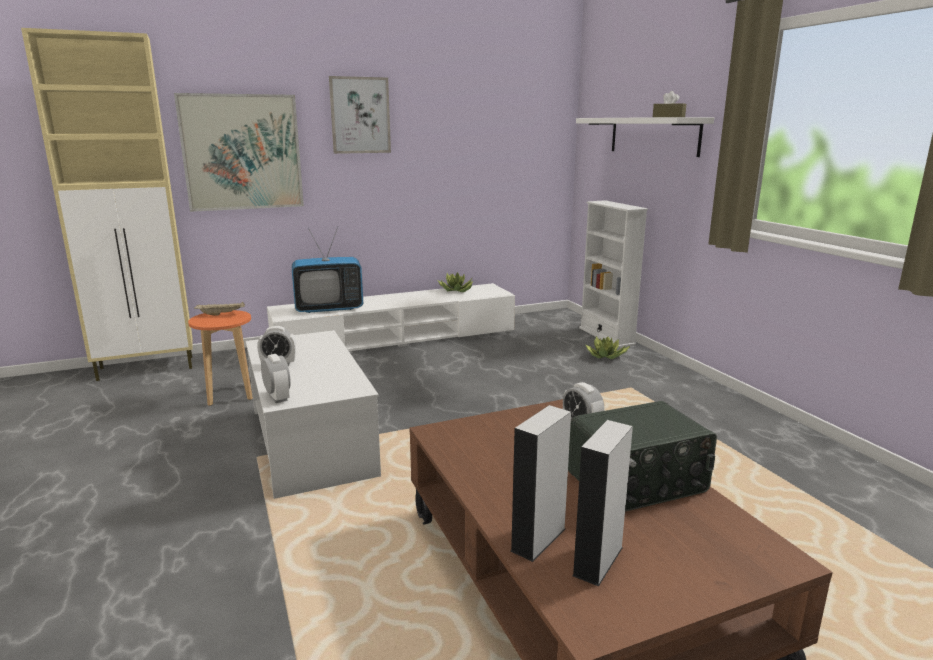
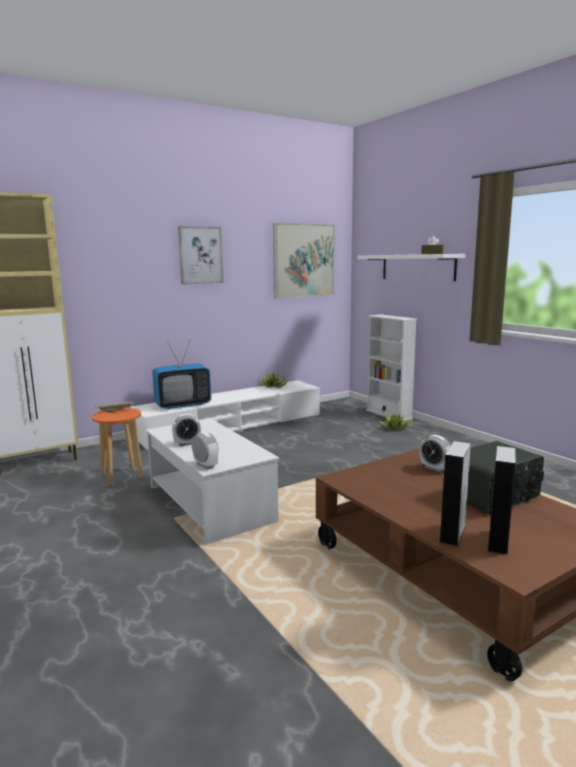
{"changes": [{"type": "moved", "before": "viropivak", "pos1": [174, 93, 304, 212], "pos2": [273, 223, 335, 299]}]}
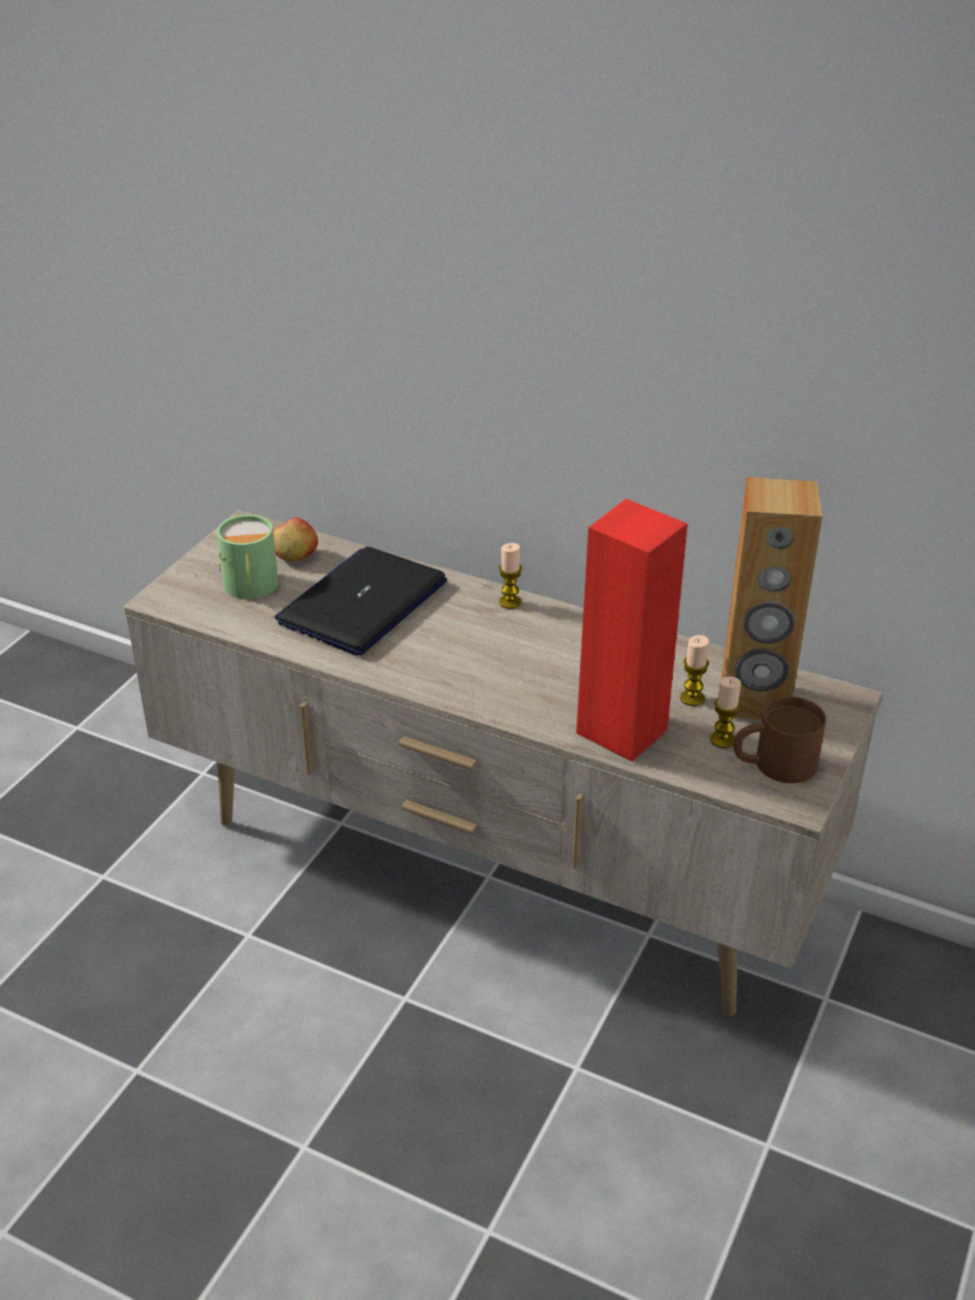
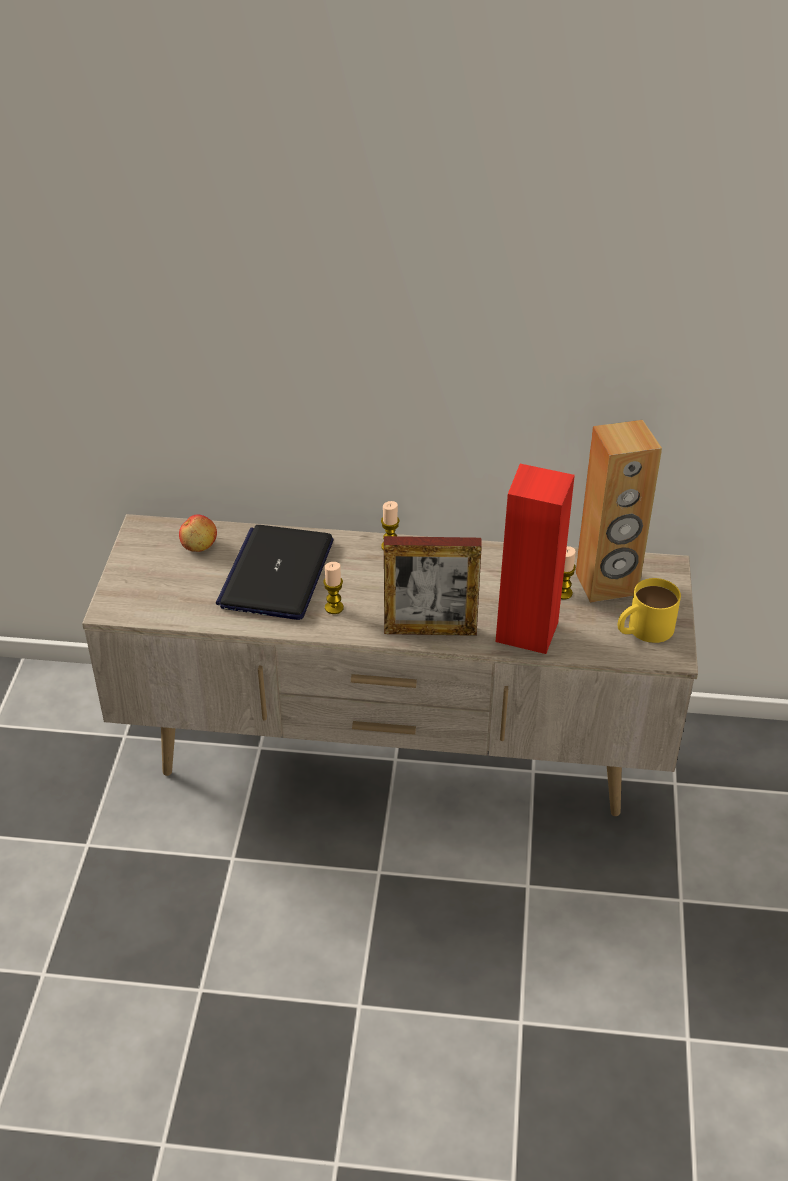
{"changes": [{"type": "removed", "before": "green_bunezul", "pos1": [217, 515, 278, 599]}, {"type": "added", "after": "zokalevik", "pos2": [384, 536, 482, 636]}, {"type": "moved", "before": "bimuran", "pos1": [710, 676, 741, 748], "pos2": [323, 562, 344, 614]}, {"type": "recoloured", "before": "brown_bunezul", "after": "yellow_bunezul", "pos1": [733, 696, 826, 783], "pos2": [617, 578, 681, 643]}]}
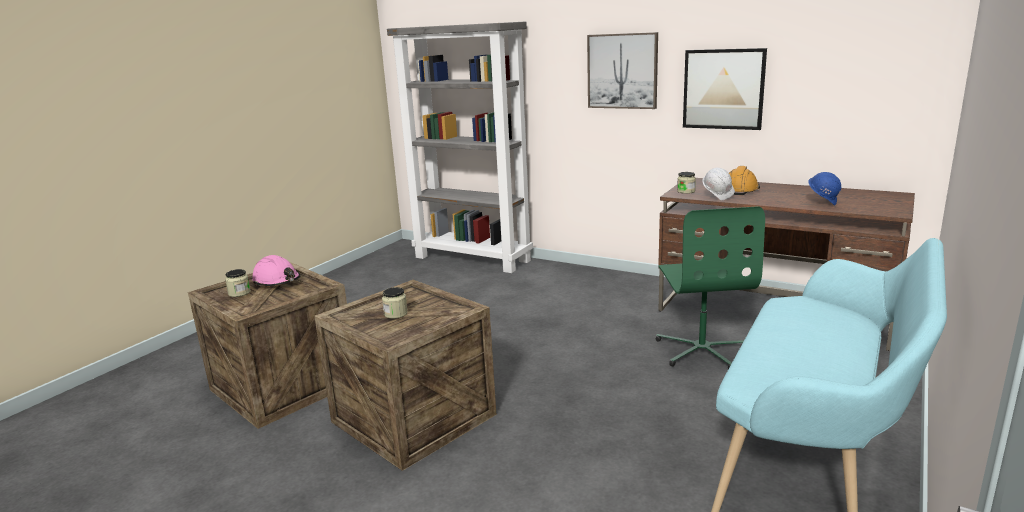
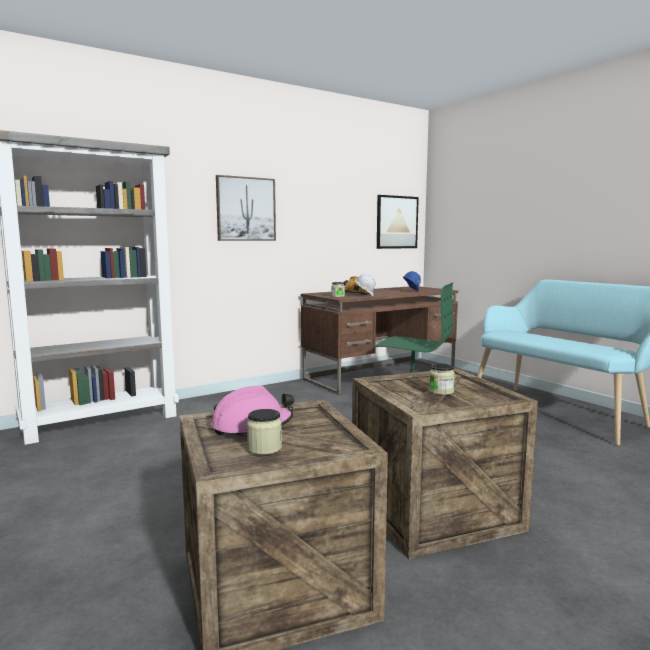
{"changes": [{"type": "moved", "before": "viropivak", "pos1": [683, 48, 767, 130], "pos2": [377, 195, 419, 249]}]}
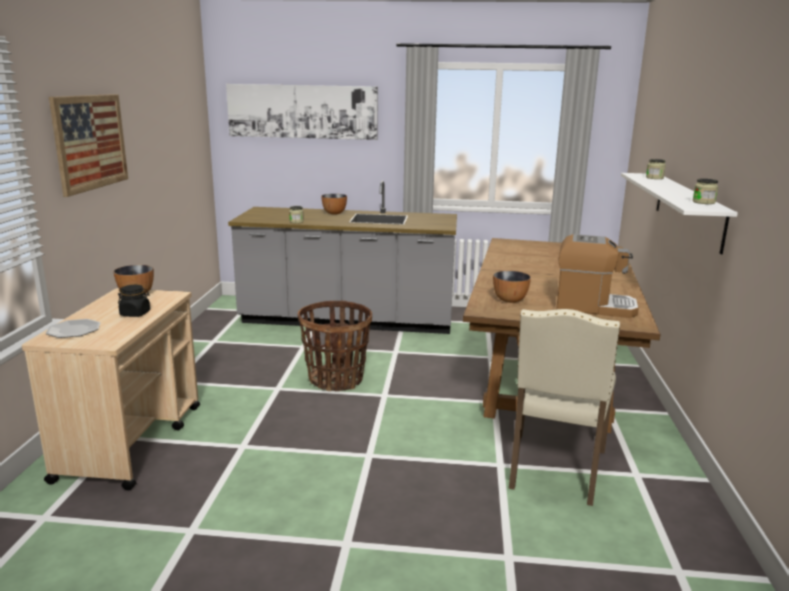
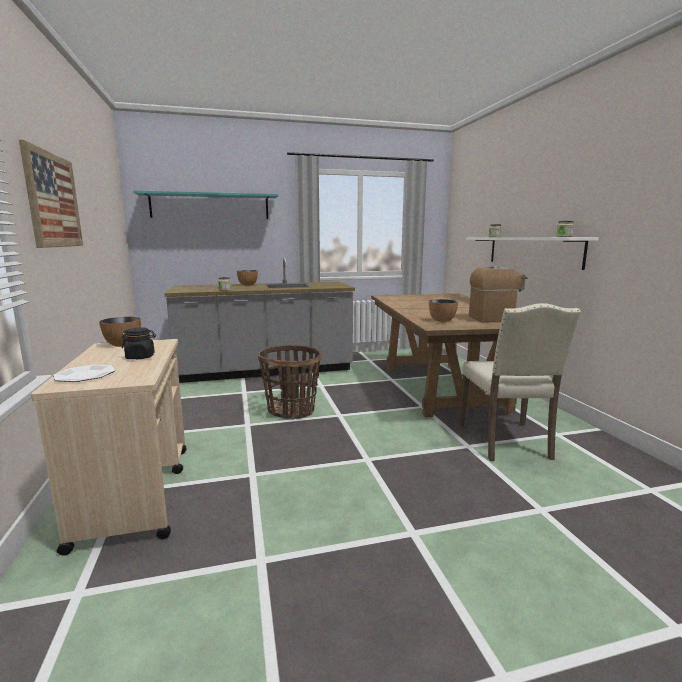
{"changes": [{"type": "replaced", "before": "viropivak", "after": "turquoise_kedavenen", "pos1": [226, 84, 378, 140], "pos2": [133, 190, 278, 219]}]}
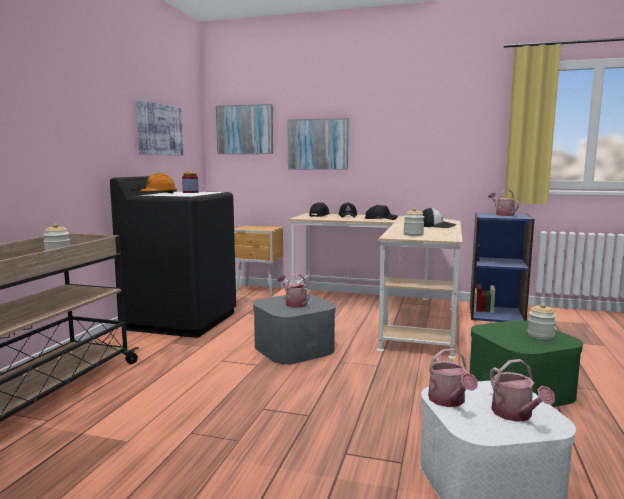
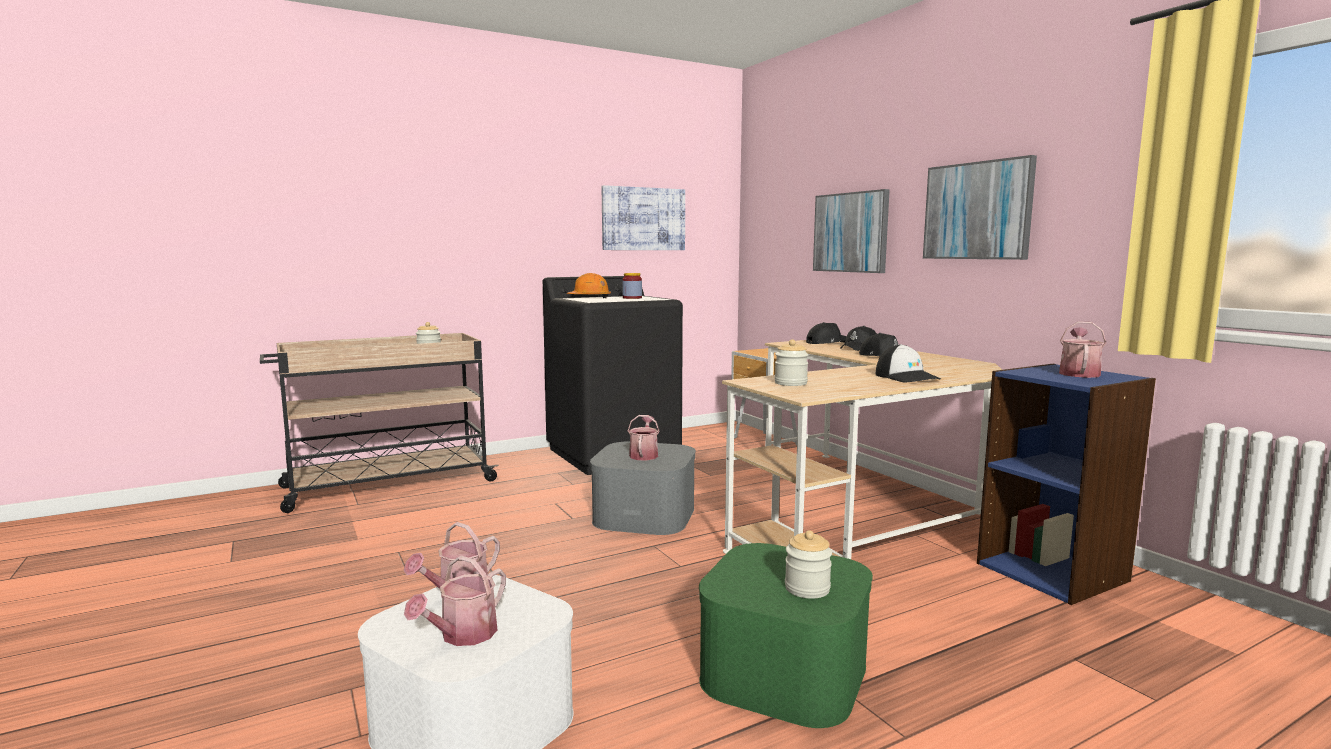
{"changes": [{"type": "moved", "before": "viropivak", "pos1": [216, 104, 273, 154], "pos2": [923, 155, 1037, 260]}]}
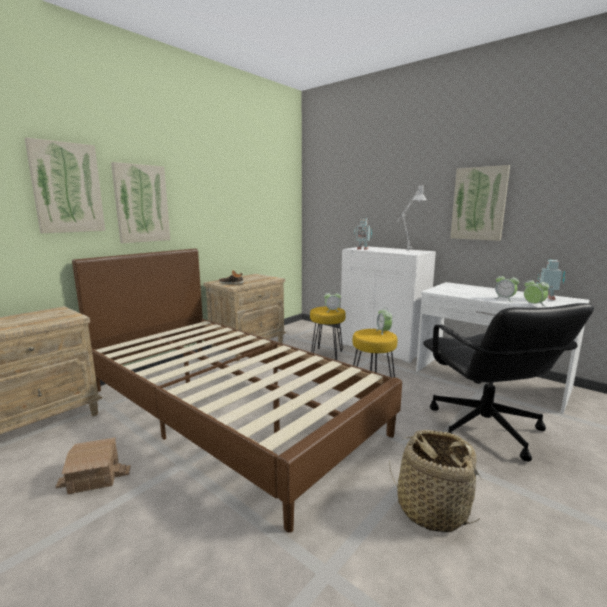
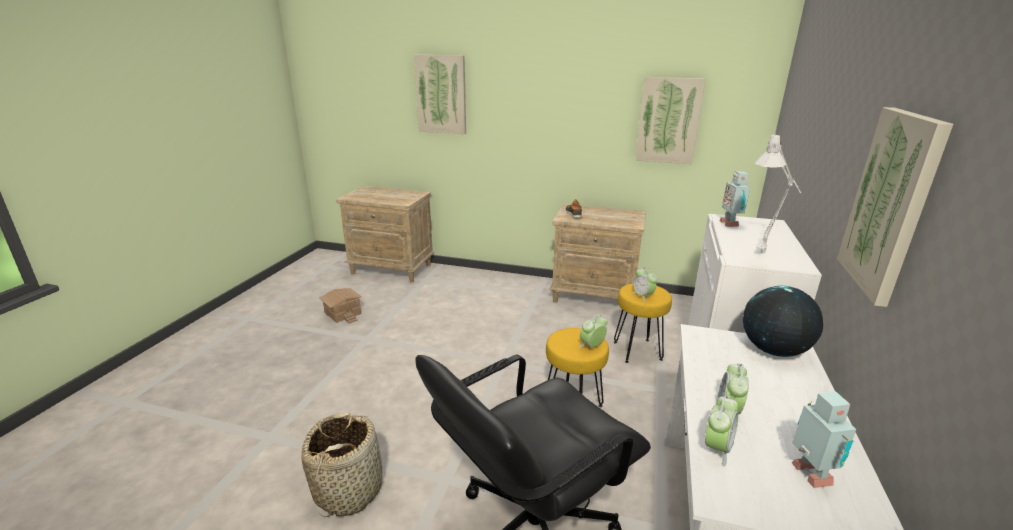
{"changes": [{"type": "removed", "before": "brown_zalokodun", "pos1": [72, 249, 402, 532]}, {"type": "added", "after": "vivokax", "pos2": [743, 286, 823, 357]}, {"type": "moved", "before": "viropivak", "pos1": [111, 162, 170, 243], "pos2": [635, 77, 705, 164]}]}
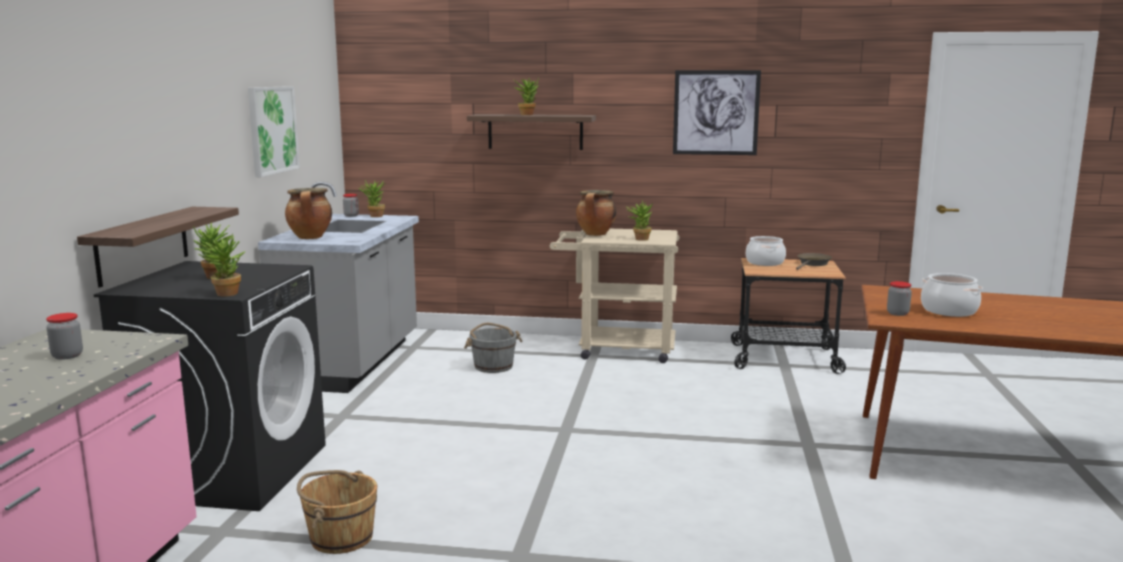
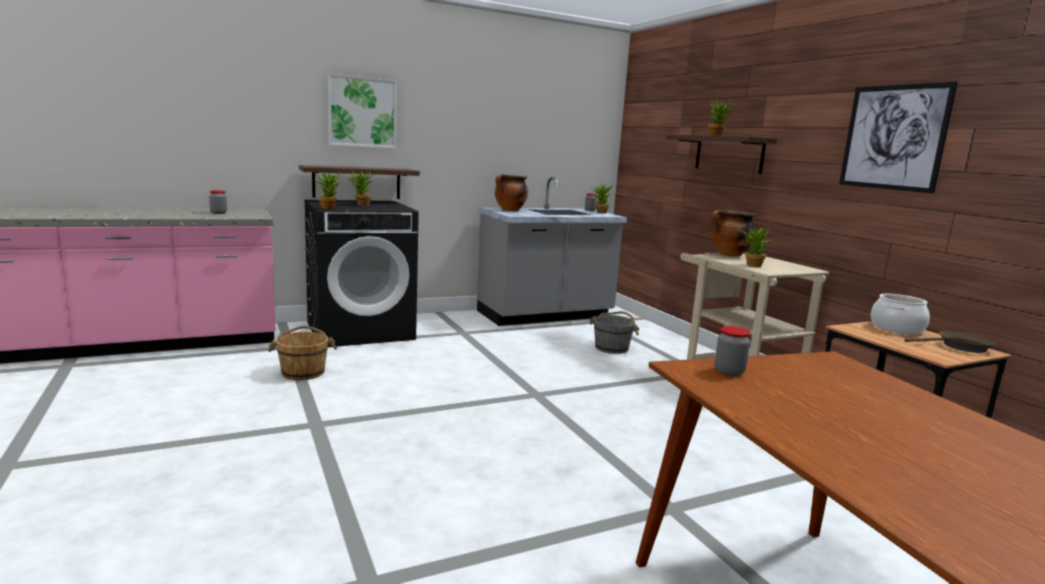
{"changes": [{"type": "removed", "before": "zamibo", "pos1": [921, 273, 983, 317]}, {"type": "moved", "before": "viropivak", "pos1": [248, 86, 300, 177], "pos2": [327, 74, 397, 148]}]}
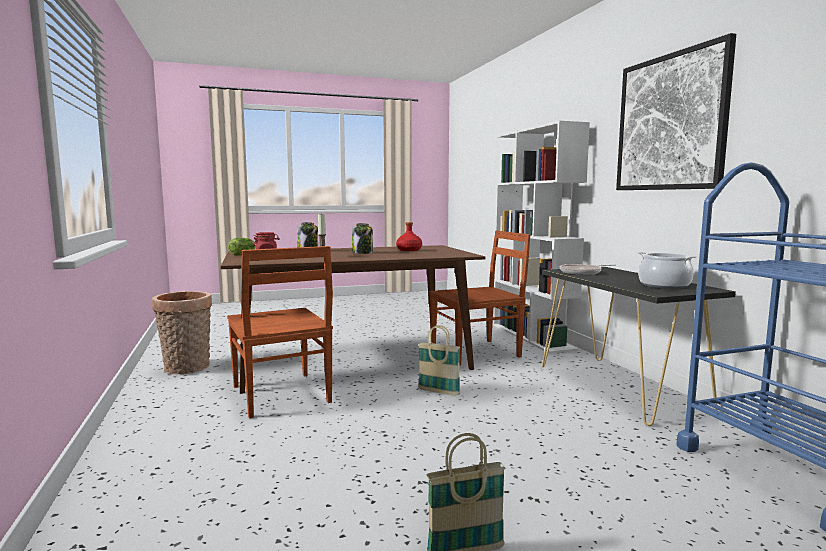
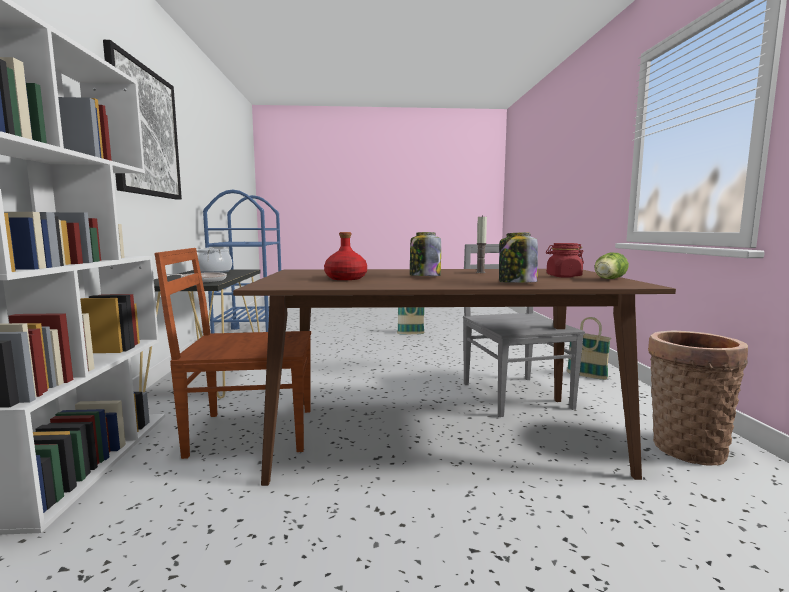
{"changes": [{"type": "moved", "before": "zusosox", "pos1": [418, 325, 461, 396], "pos2": [567, 317, 612, 380]}, {"type": "recoloured", "before": "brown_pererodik", "after": "grey_pererodik", "pos1": [227, 246, 333, 418], "pos2": [463, 244, 585, 417]}]}
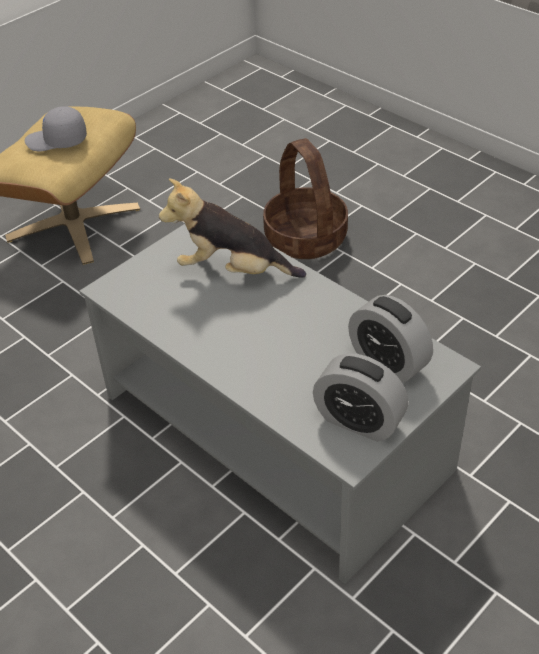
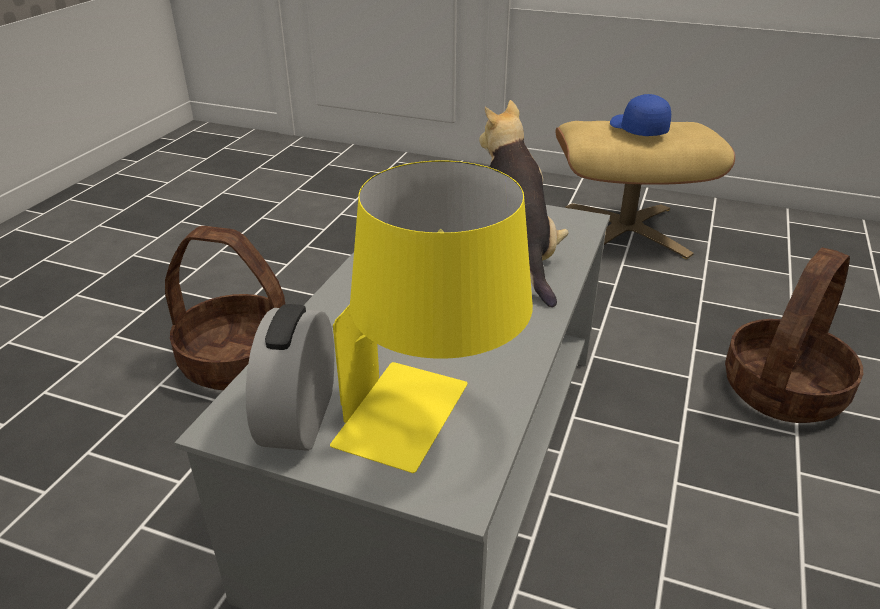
{"changes": [{"type": "added", "after": "zusosox", "pos2": [165, 226, 285, 390]}, {"type": "replaced", "before": "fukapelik", "after": "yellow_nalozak", "pos1": [348, 295, 433, 383], "pos2": [330, 161, 533, 473]}, {"type": "recoloured", "before": "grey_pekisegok", "after": "blue_pekisegok", "pos1": [25, 106, 87, 151], "pos2": [610, 94, 671, 136]}]}
